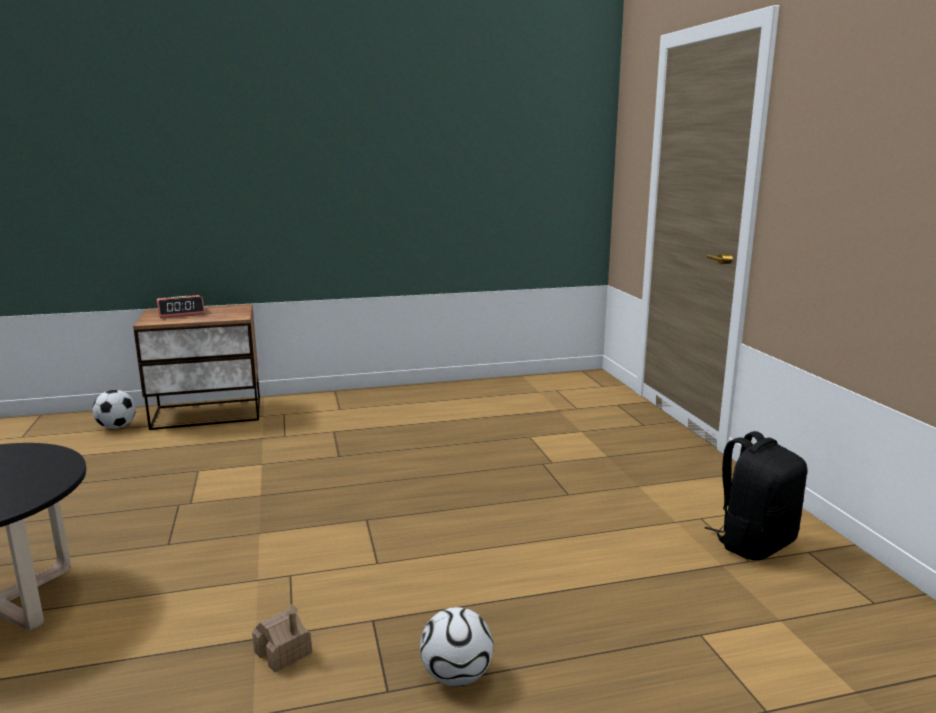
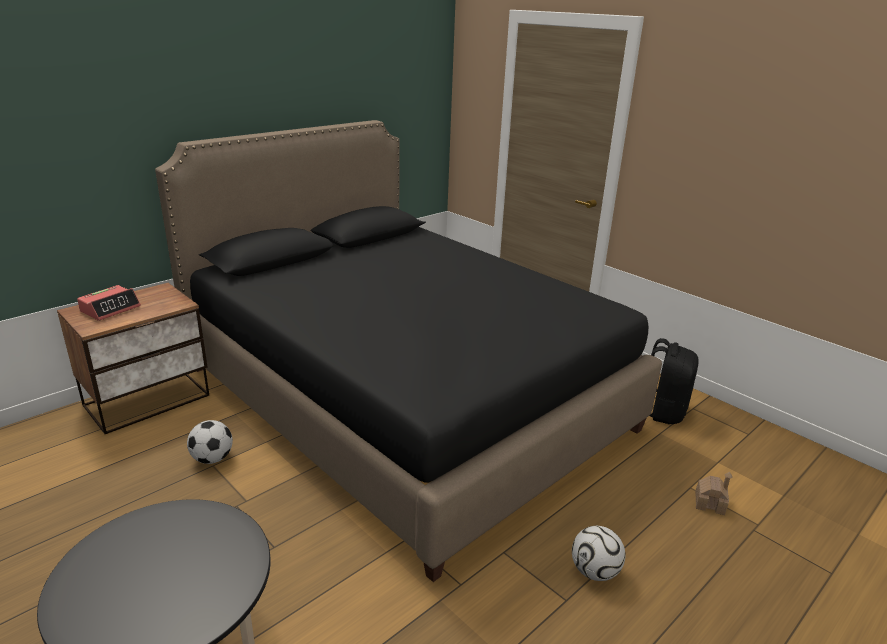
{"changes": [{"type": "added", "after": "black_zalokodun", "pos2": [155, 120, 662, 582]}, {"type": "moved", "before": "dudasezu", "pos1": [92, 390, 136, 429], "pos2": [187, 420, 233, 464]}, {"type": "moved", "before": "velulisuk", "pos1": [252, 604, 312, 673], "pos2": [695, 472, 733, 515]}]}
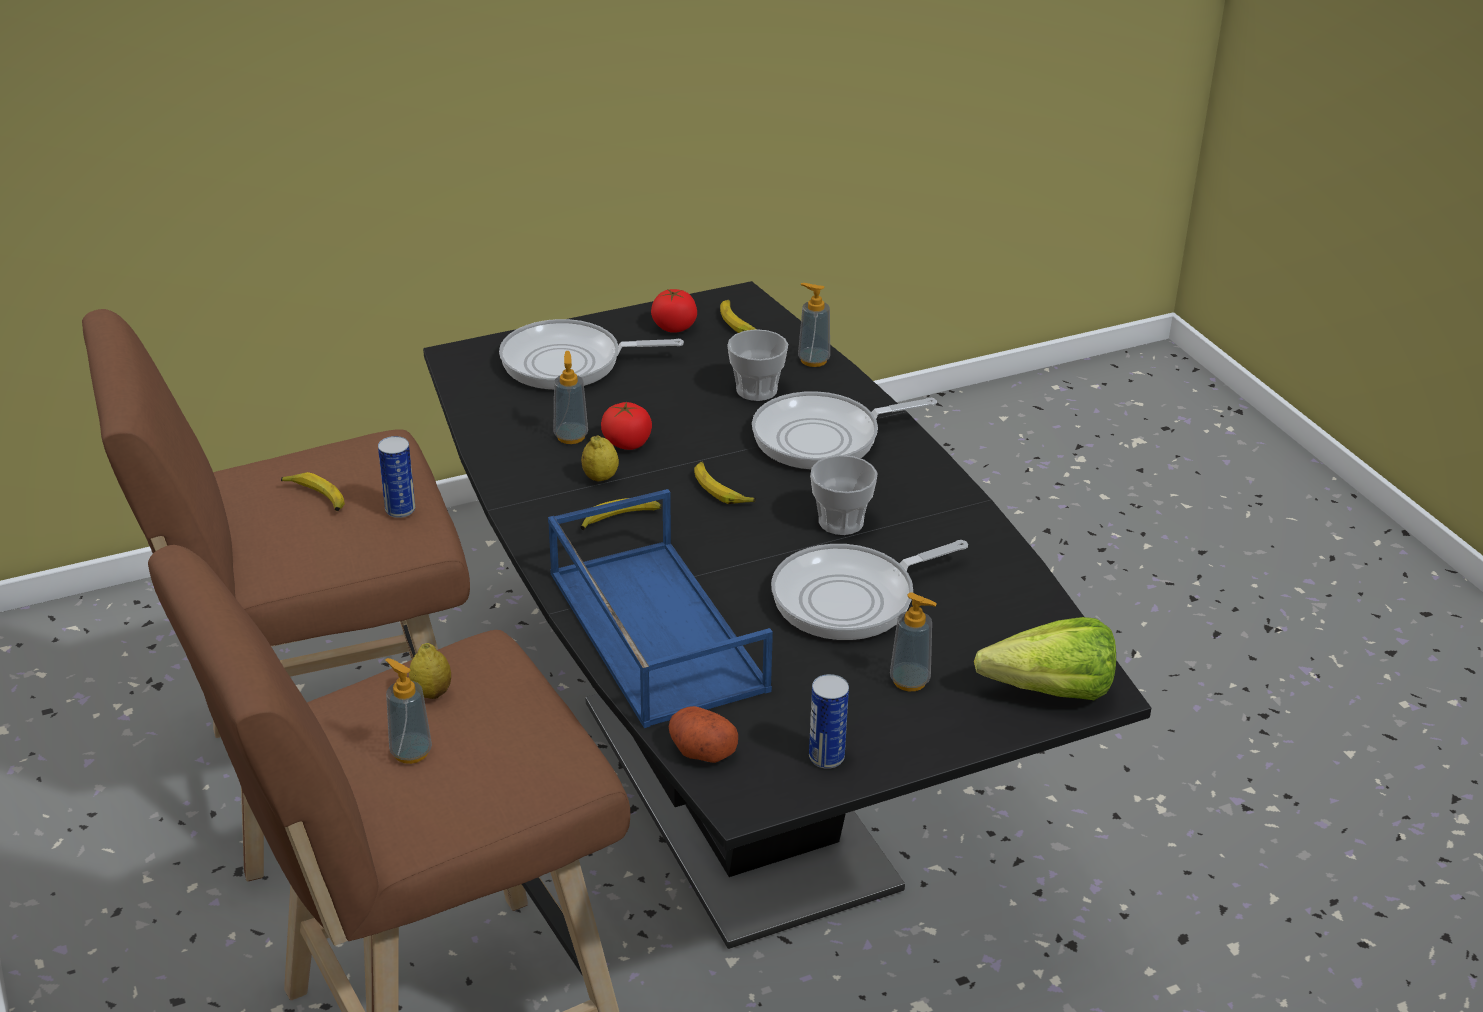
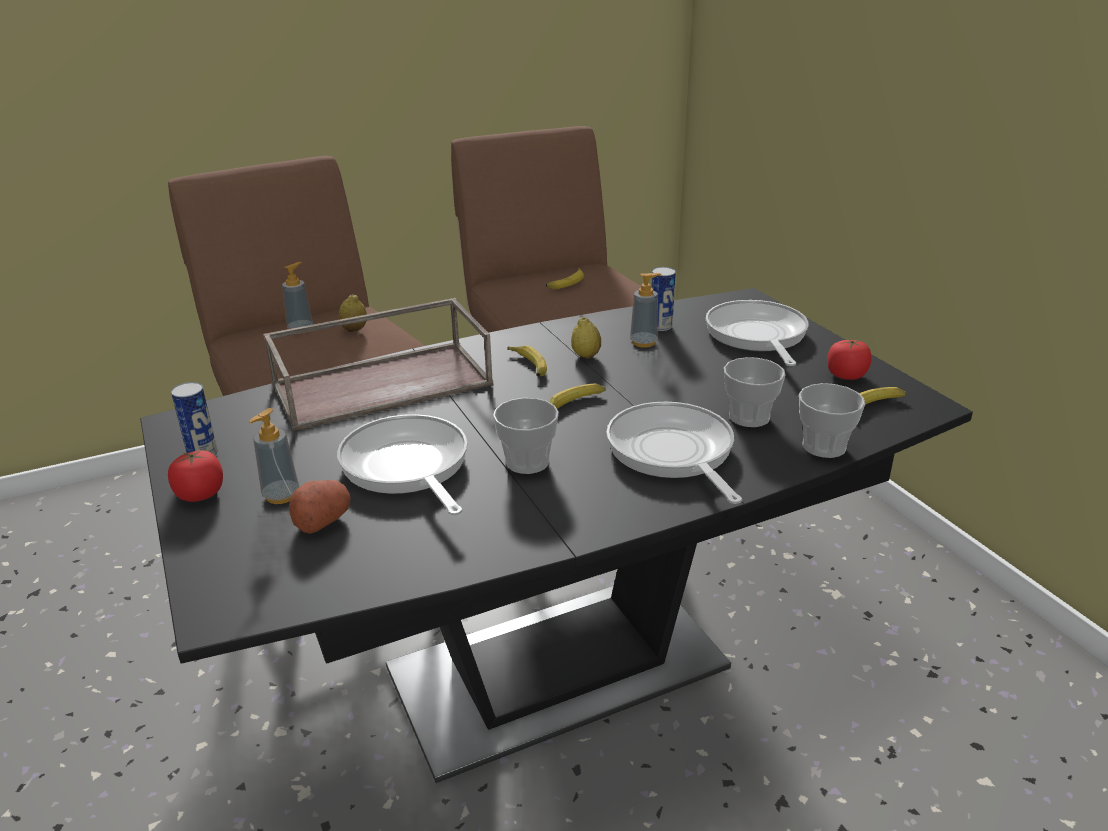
{"changes": [{"type": "removed", "before": "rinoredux", "pos1": [974, 617, 1116, 700]}, {"type": "moved", "before": "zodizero", "pos1": [378, 436, 415, 518], "pos2": [651, 267, 676, 331]}, {"type": "moved", "before": "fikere", "pos1": [601, 401, 652, 450], "pos2": [168, 450, 223, 502]}, {"type": "moved", "before": "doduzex", "pos1": [669, 706, 738, 763], "pos2": [289, 480, 351, 534]}, {"type": "replaced", "before": "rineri", "after": "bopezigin", "pos1": [798, 283, 830, 367], "pos2": [799, 383, 865, 458]}, {"type": "recoloured", "before": "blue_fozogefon", "after": "brown_fozogefon", "pos1": [548, 489, 773, 728], "pos2": [263, 298, 493, 431]}]}
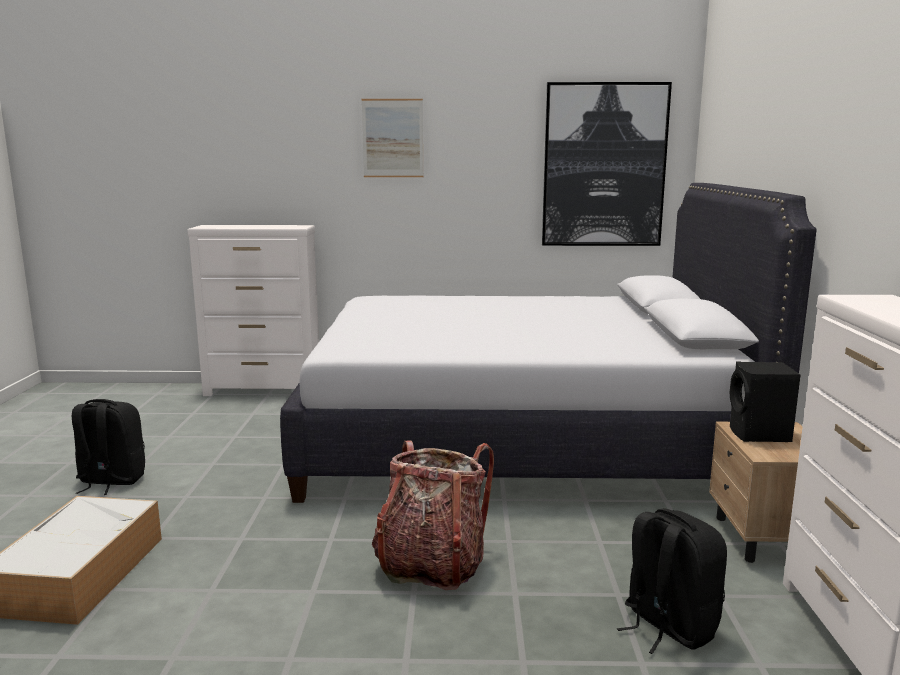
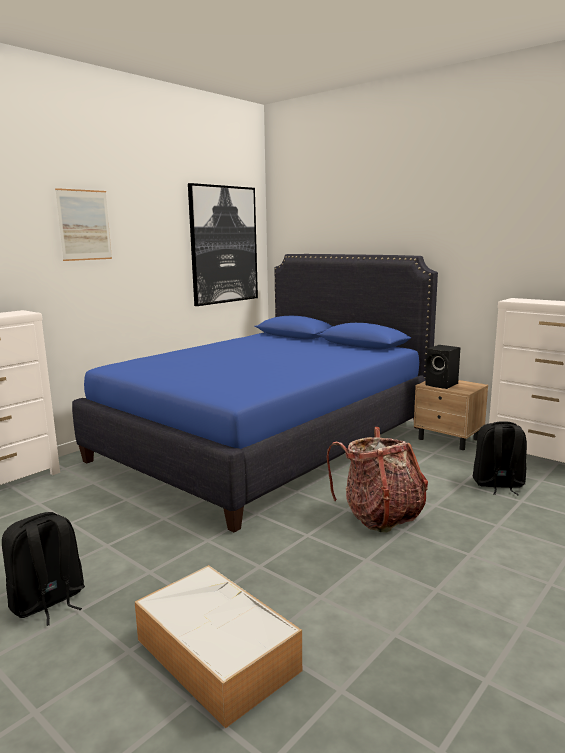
{"changes": [{"type": "recoloured", "before": "white_zalokodun", "after": "blue_zalokodun", "pos1": [280, 183, 817, 503], "pos2": [72, 254, 438, 533]}]}
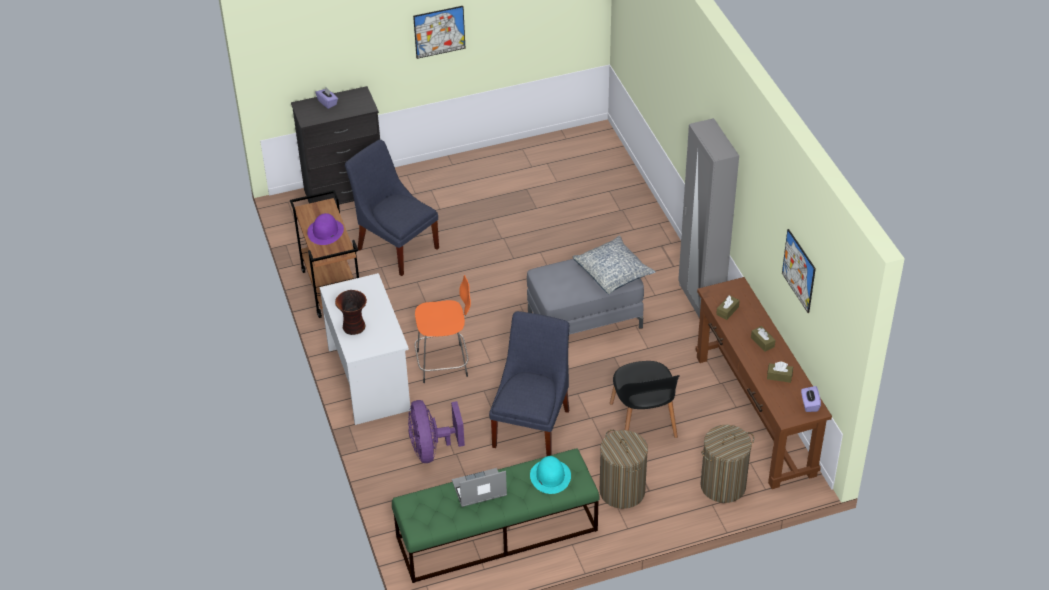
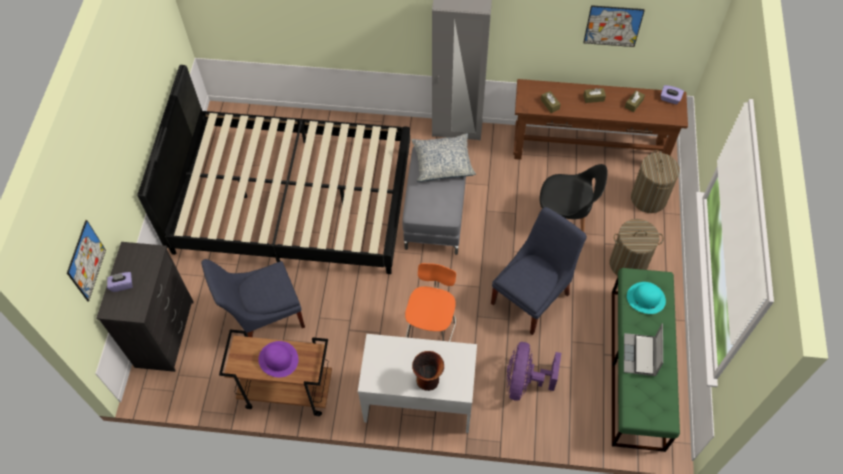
{"changes": [{"type": "added", "after": "black_zalokodun", "pos2": [137, 65, 410, 274]}, {"type": "moved", "before": "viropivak", "pos1": [413, 6, 466, 59], "pos2": [67, 220, 106, 302]}, {"type": "turned", "before": "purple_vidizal", "pos1": [408, 400, 465, 463], "pos2": [507, 342, 561, 401], "turn": 90}, {"type": "turned", "before": "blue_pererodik", "pos1": [489, 311, 569, 456], "pos2": [491, 207, 587, 335], "turn": 90}]}
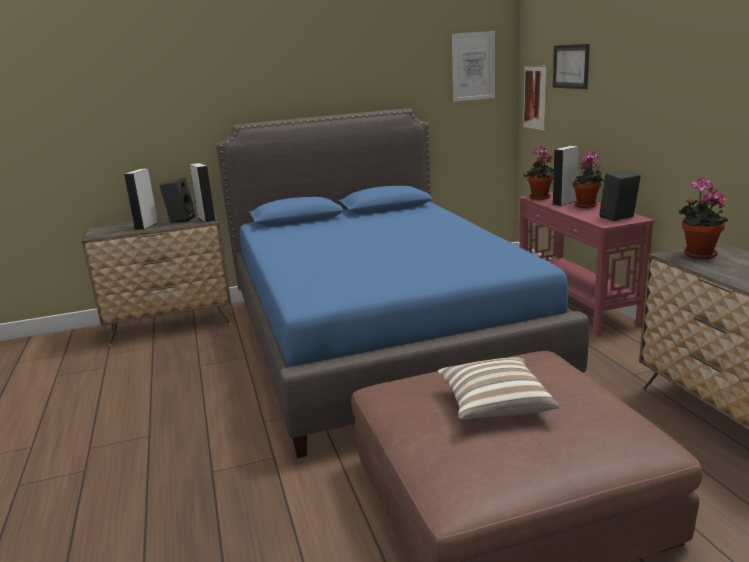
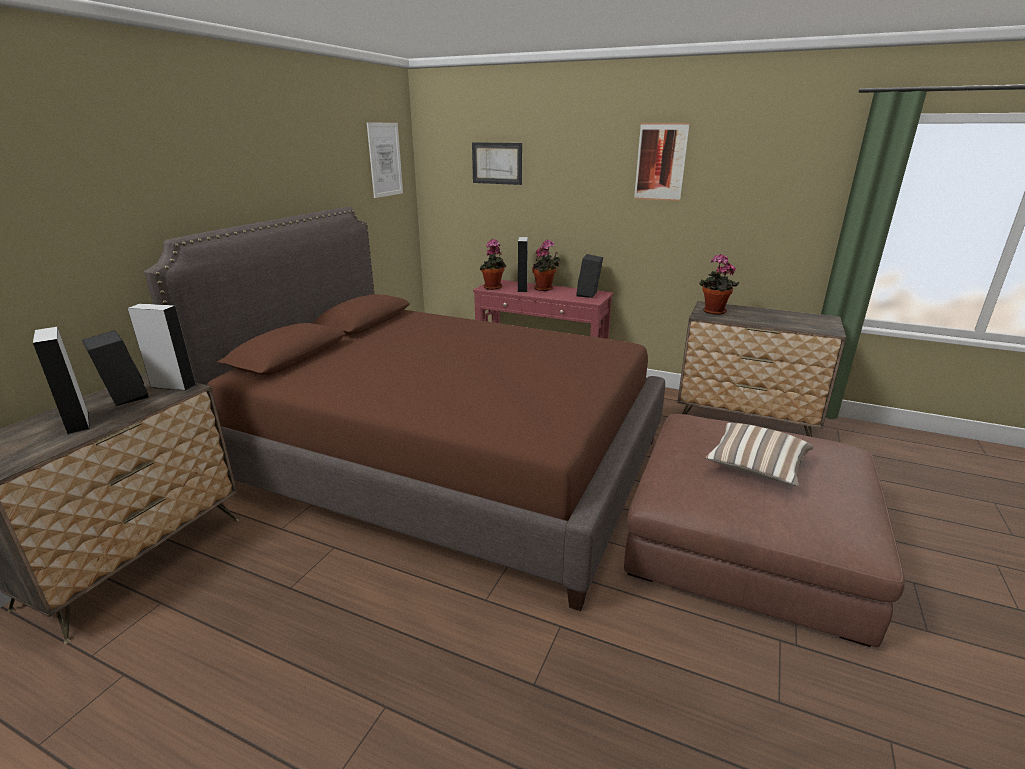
{"changes": [{"type": "moved", "before": "viropivak", "pos1": [523, 65, 547, 131], "pos2": [634, 123, 690, 201]}, {"type": "recoloured", "before": "blue_zalokodun", "after": "brown_zalokodun", "pos1": [216, 108, 589, 458], "pos2": [144, 207, 665, 611]}]}
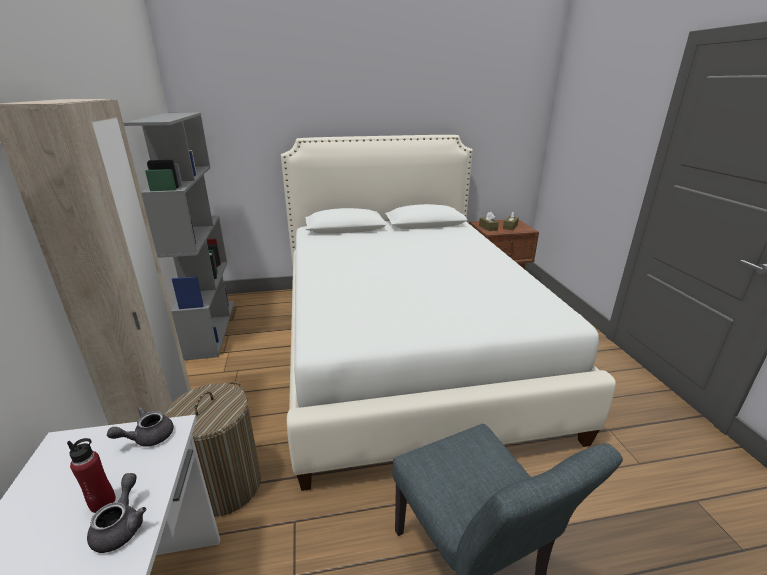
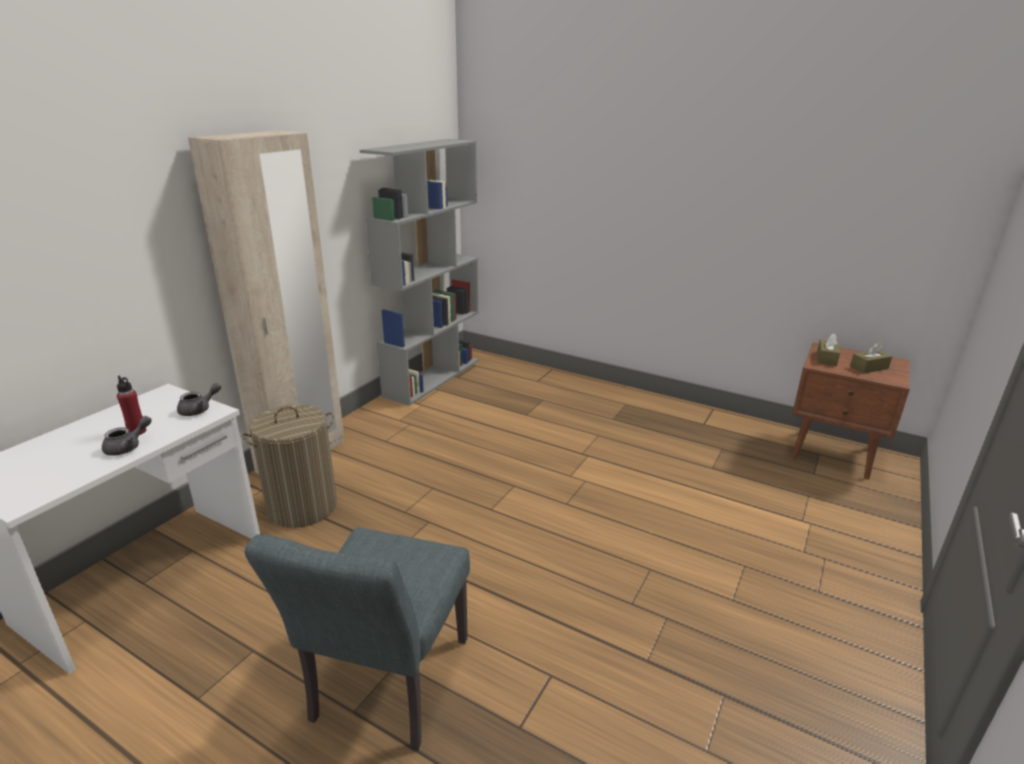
{"changes": [{"type": "removed", "before": "white_zalokodun", "pos1": [281, 135, 616, 491]}, {"type": "turned", "before": "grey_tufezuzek", "pos1": [107, 407, 174, 447], "pos2": [177, 383, 221, 416], "turn": 135}]}
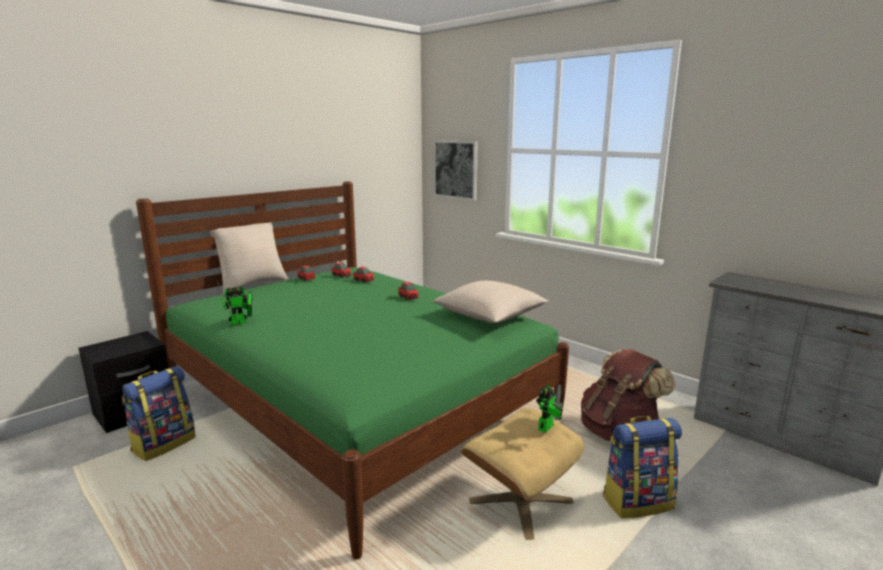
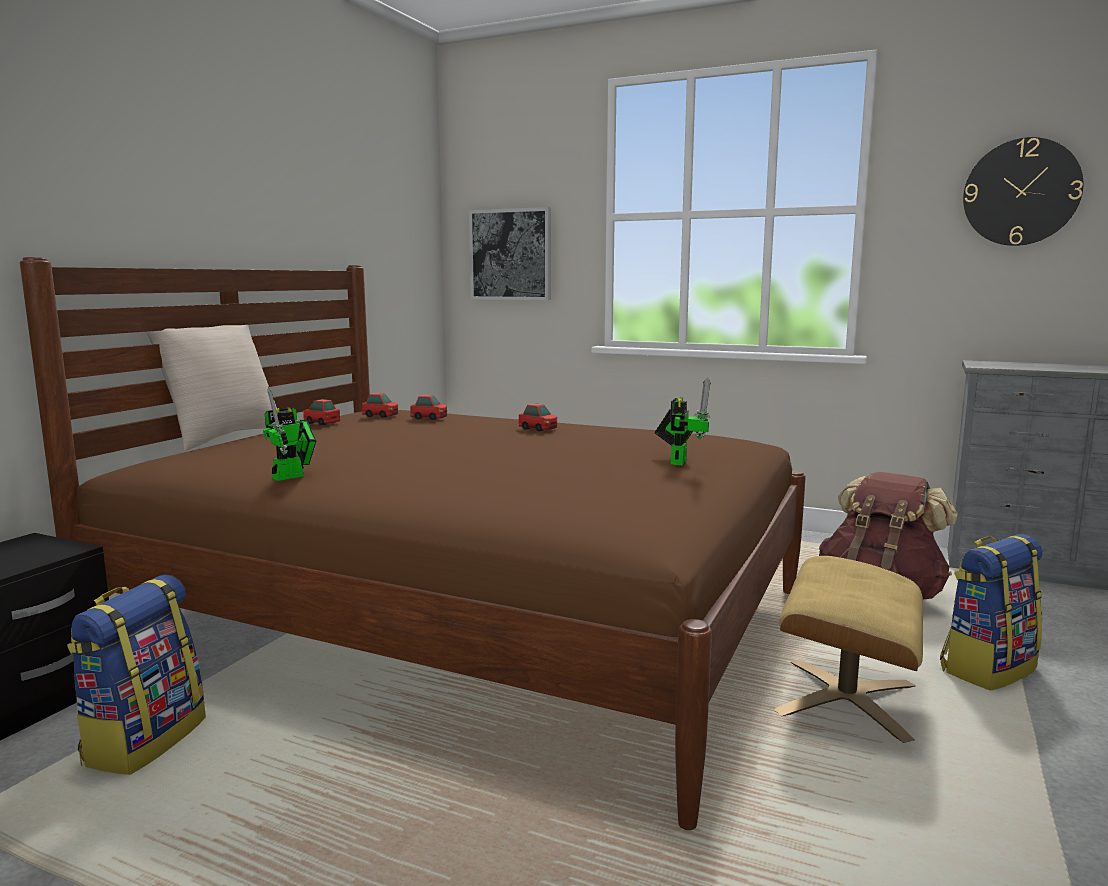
{"changes": [{"type": "removed", "before": "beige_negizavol", "pos1": [433, 281, 549, 323]}, {"type": "added", "after": "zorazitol", "pos2": [963, 137, 1083, 246]}, {"type": "moved", "before": "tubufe", "pos1": [536, 384, 563, 433], "pos2": [655, 377, 711, 465]}, {"type": "recoloured", "before": "green_zalokodun", "after": "brown_zalokodun", "pos1": [136, 181, 569, 559], "pos2": [20, 257, 806, 830]}]}
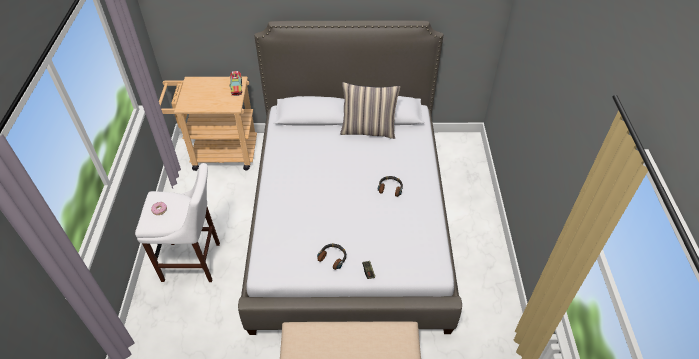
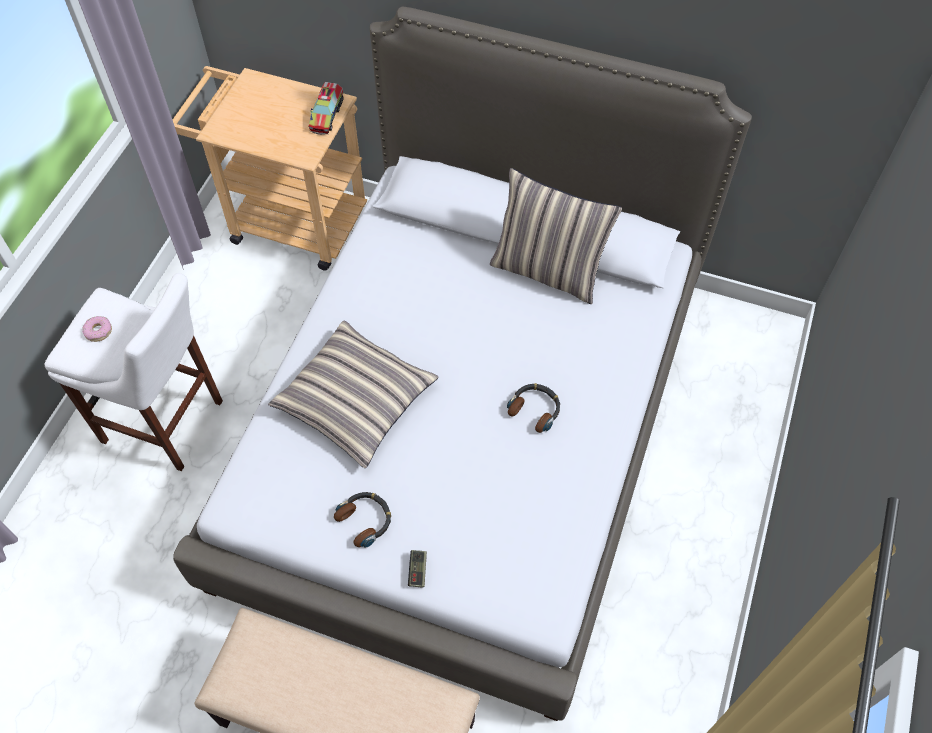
{"changes": [{"type": "added", "after": "negizavol", "pos2": [268, 320, 439, 468]}]}
